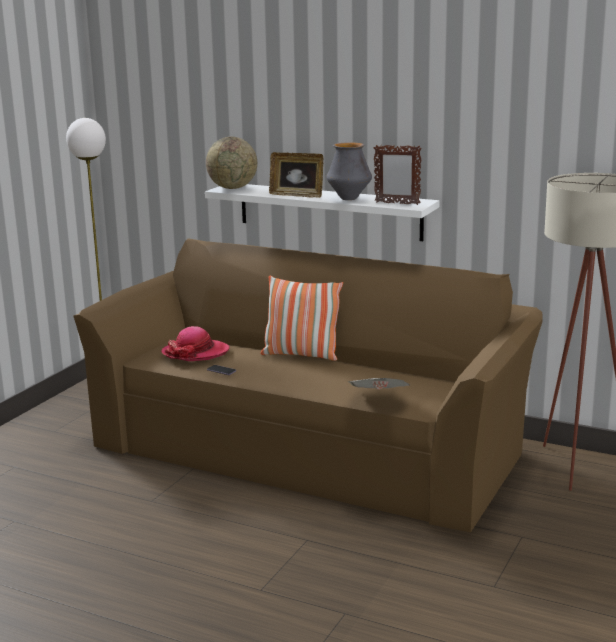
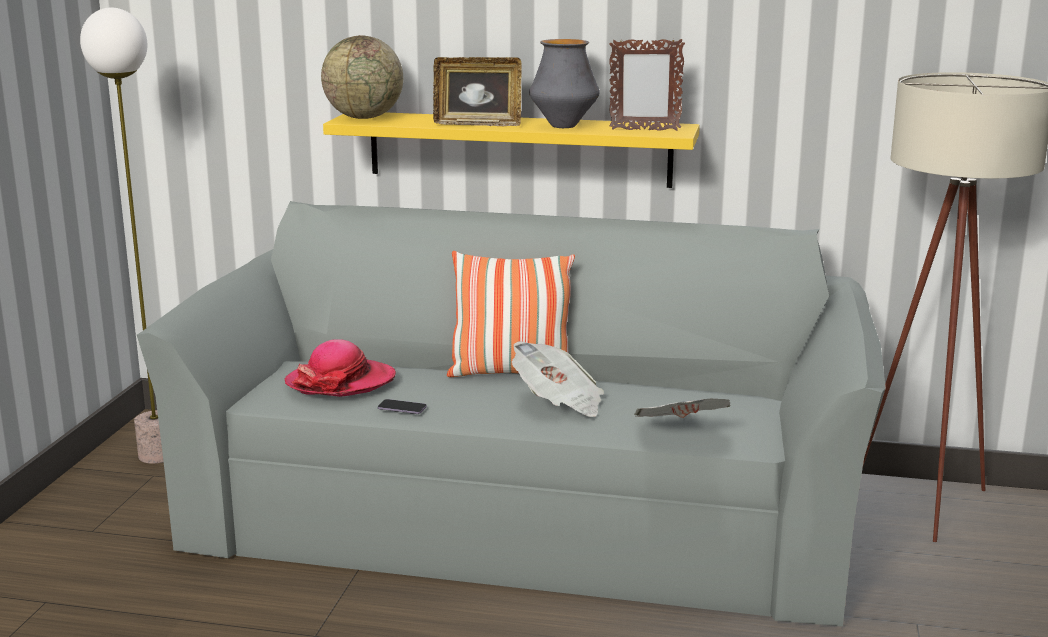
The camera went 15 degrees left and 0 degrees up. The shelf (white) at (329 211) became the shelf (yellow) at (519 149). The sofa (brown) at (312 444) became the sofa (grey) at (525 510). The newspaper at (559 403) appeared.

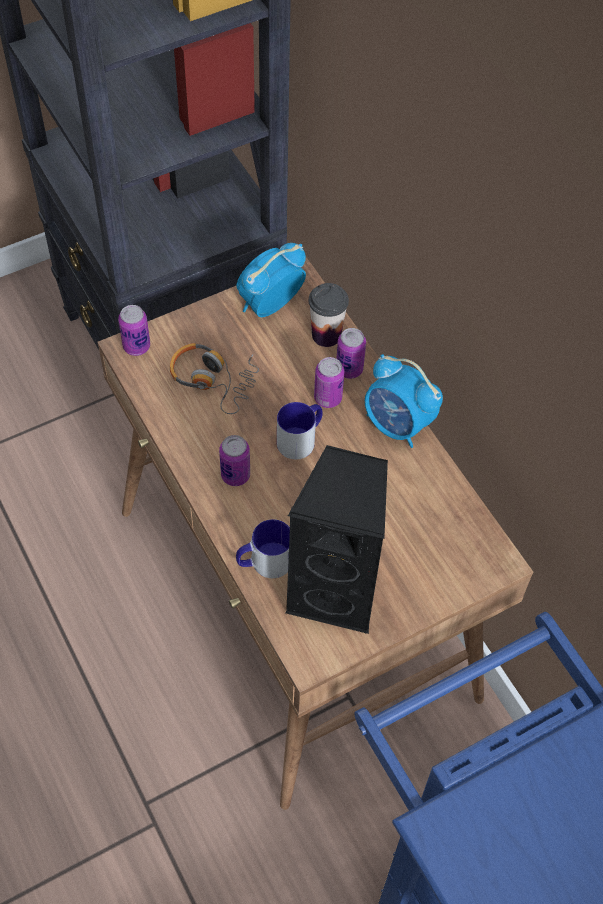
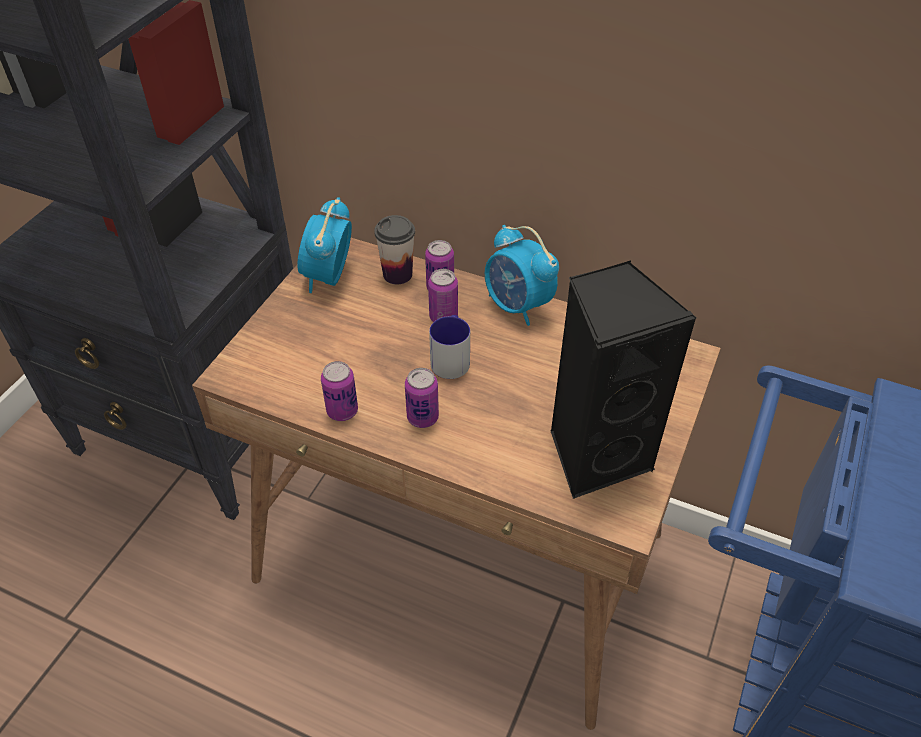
The camera went 35 degrees left and 10 degrees down. The can moved from (136 346) to (342 411). The headphones at (213 380) disappeared. The alarm clock at (397 425) turned 45 degrees clockwise. The mug at (264 562) disappeared.

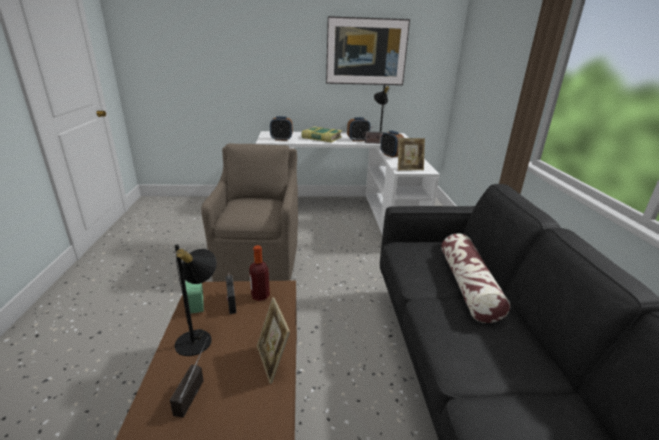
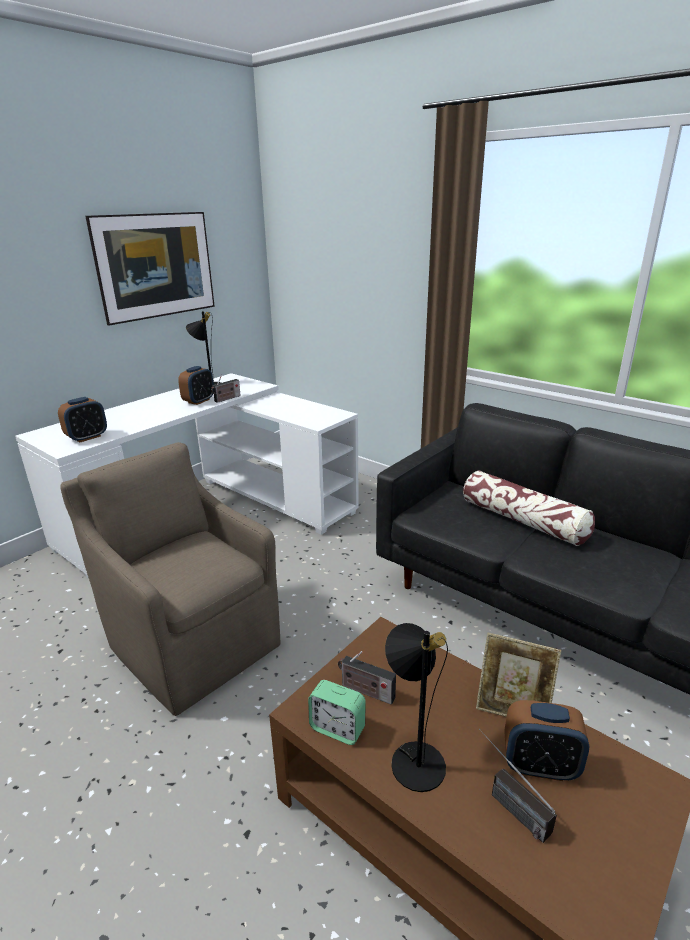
The camera went 45 degrees left and 0 degrees up. The book at (321 138) disappeared. The alarm clock moved from (390 155) to (539 765). The picture frame at (409 169) disappeared. The bottle at (260 296) disappeared.

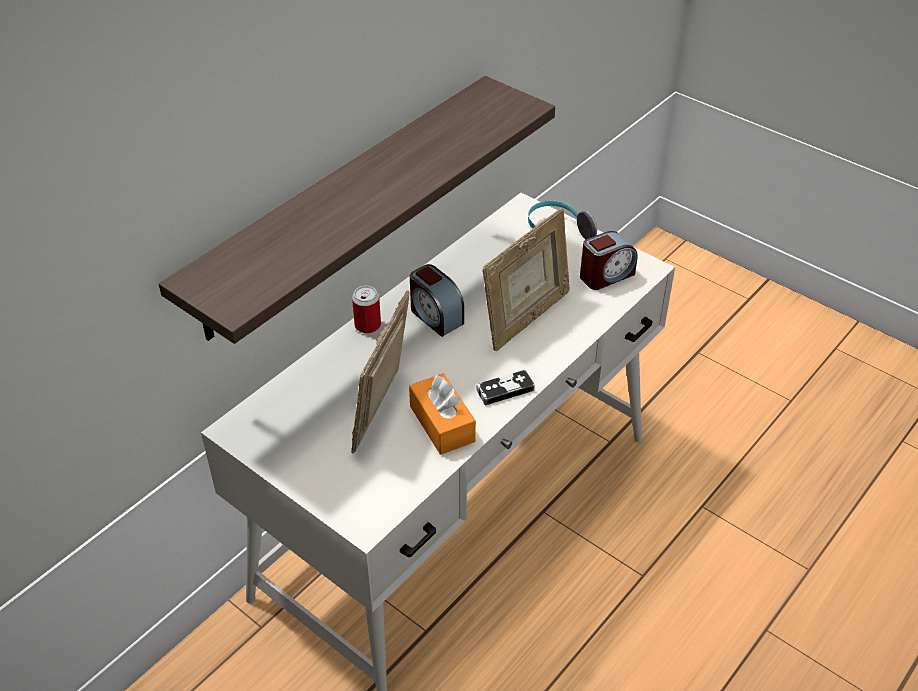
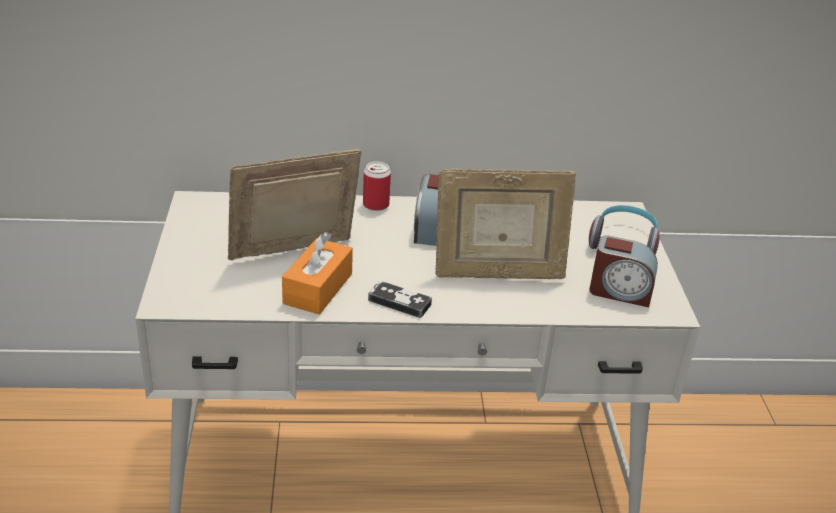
The camera went 45 degrees right and 10 degrees down. The shelf at (343 205) disappeared.

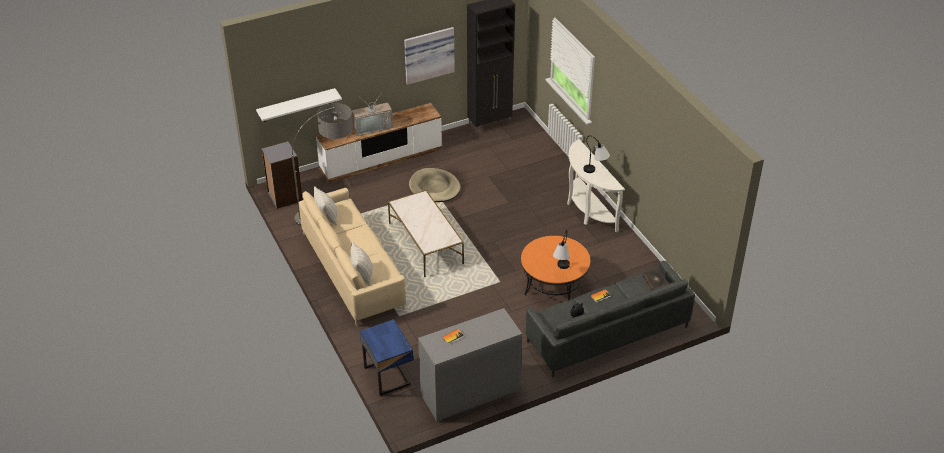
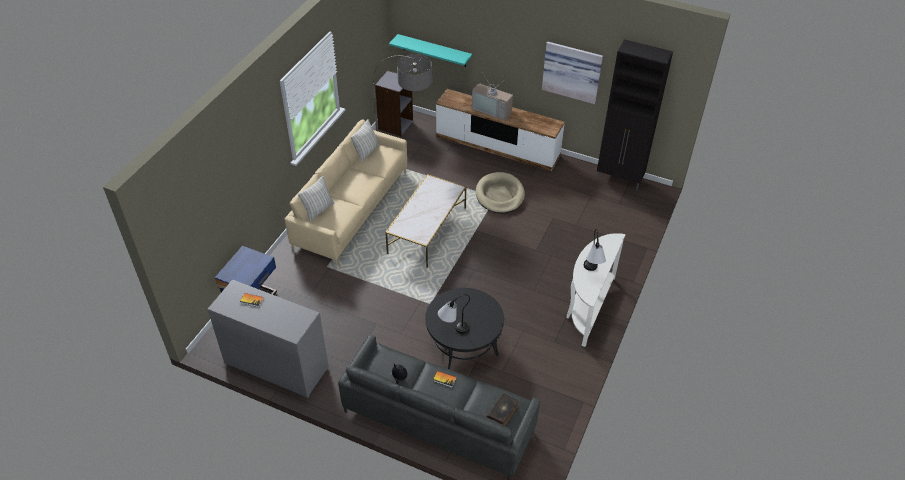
The camera went 50 degrees right and 5 degrees up. The shelf (white) at (296 105) became the shelf (turquoise) at (434 51). The coffee table (orange) at (554 285) became the coffee table (black) at (463 342).

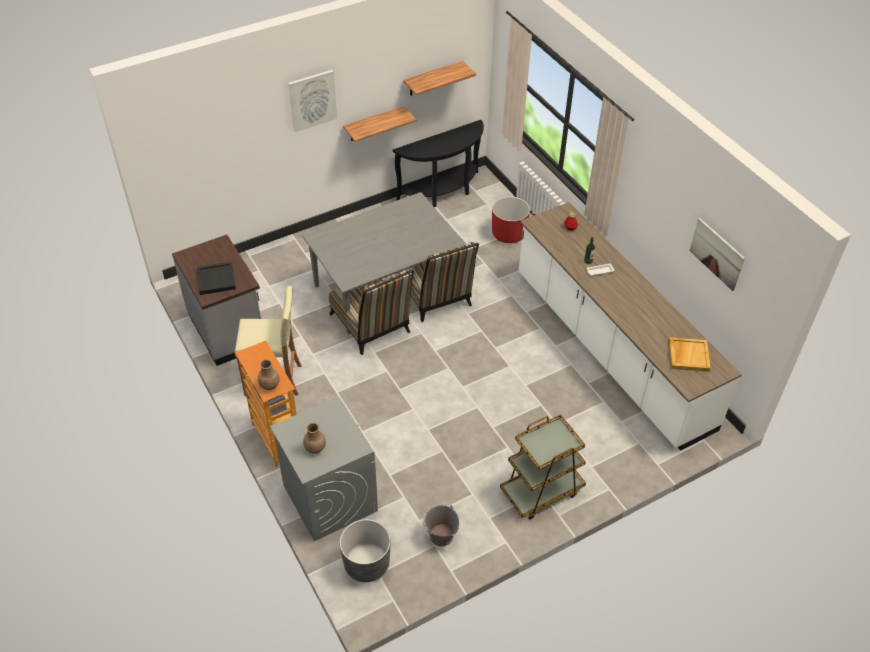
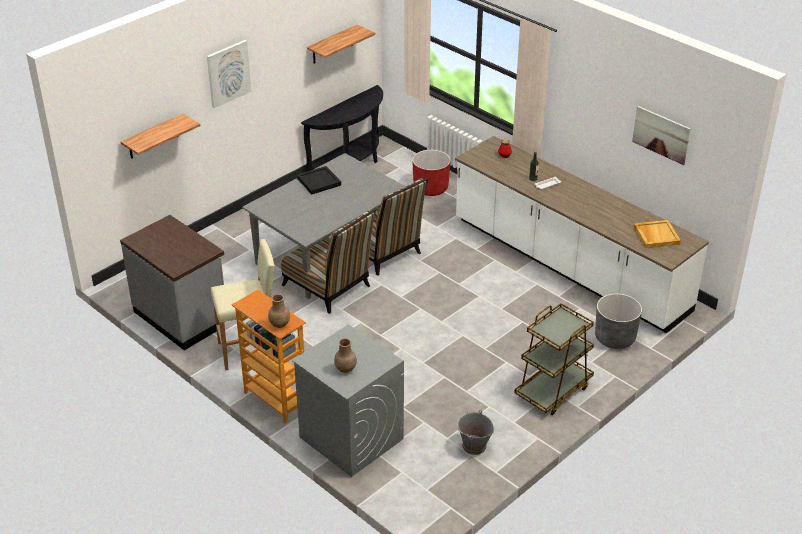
The camera went 15 degrees left and 10 degrees down. The shelf moved from (374 124) to (153 137). The tray (black) moved from (216 279) to (318 181). The planter (grey) moved from (366 564) to (615 338).

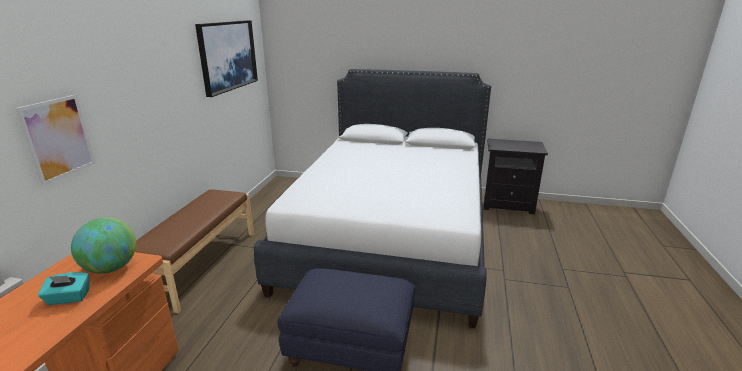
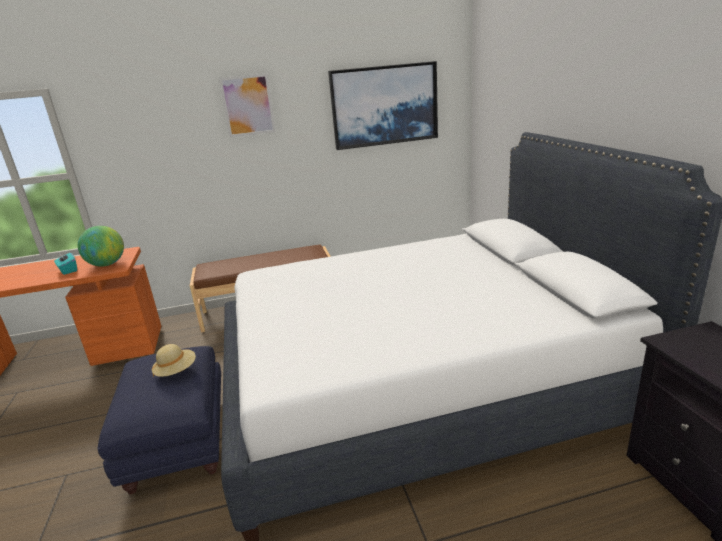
The camera went 65 degrees right and 0 degrees up. The picture moved from (58 138) to (248 105). The hat (beige) at (176 371) appeared.

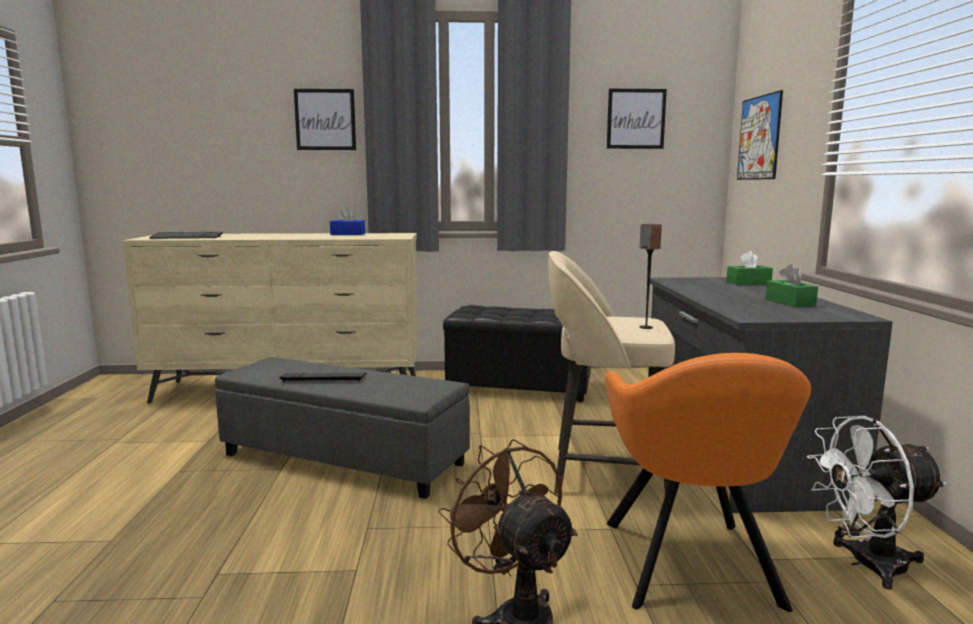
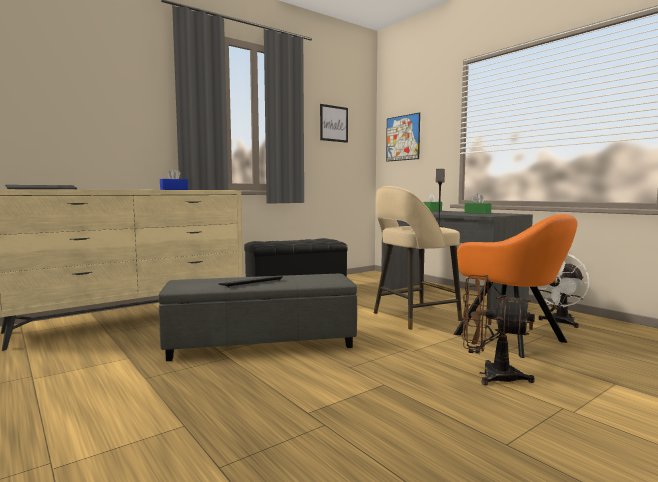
The camera went 35 degrees left and 5 degrees down. The picture at (325 119) disappeared.

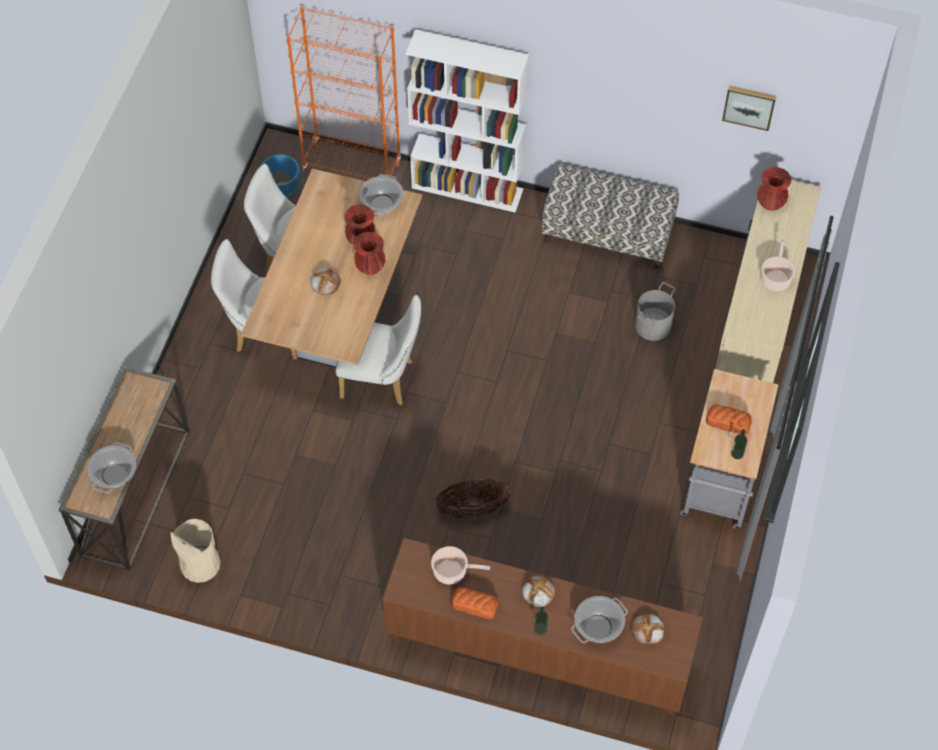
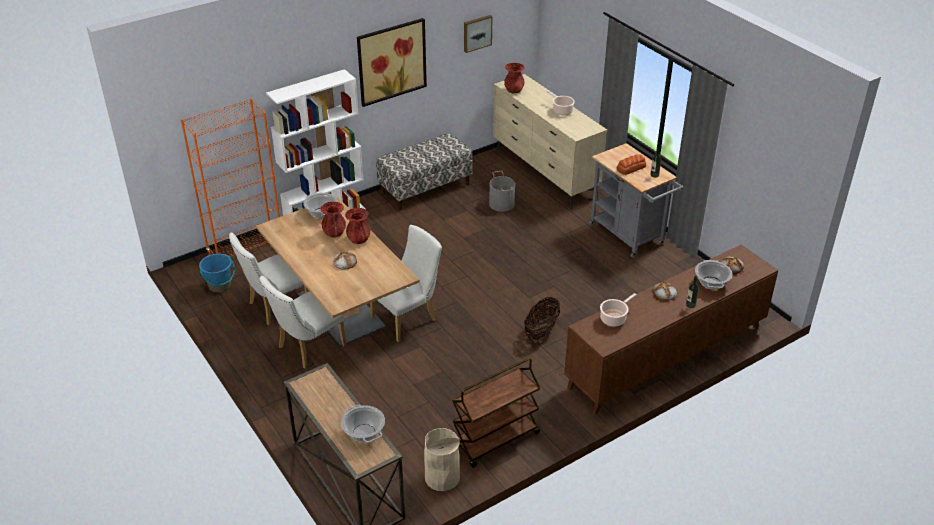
The camera went 50 degrees left and 20 degrees down. The bread at (474 604) disappeared. The picture at (391 61) appeared. The cart (brown) at (495 440) appeared.

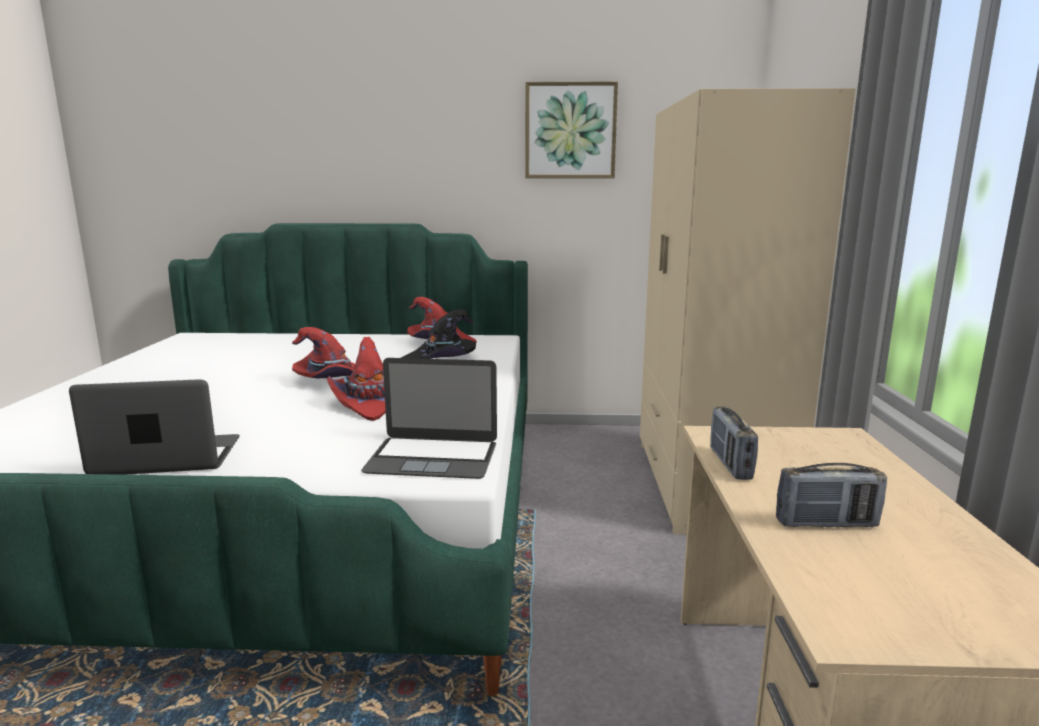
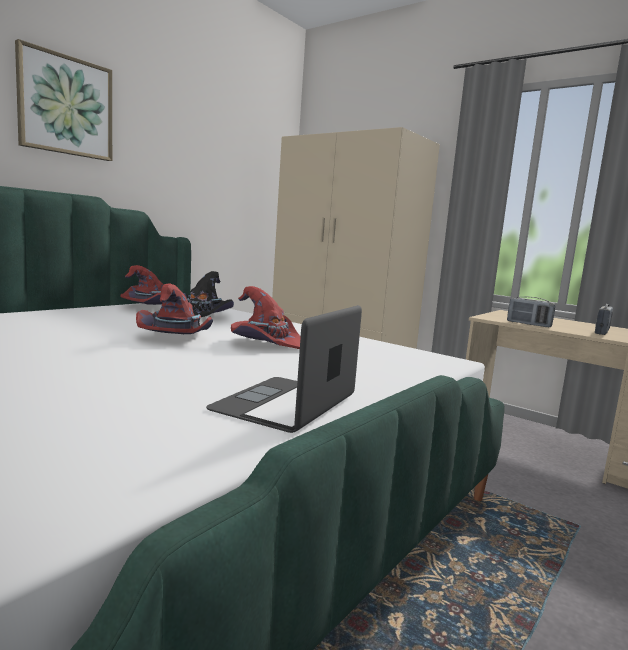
The camera went 55 degrees left and 5 degrees down. The picture moved from (570 131) to (66 106). The laptop at (432 457) disappeared.

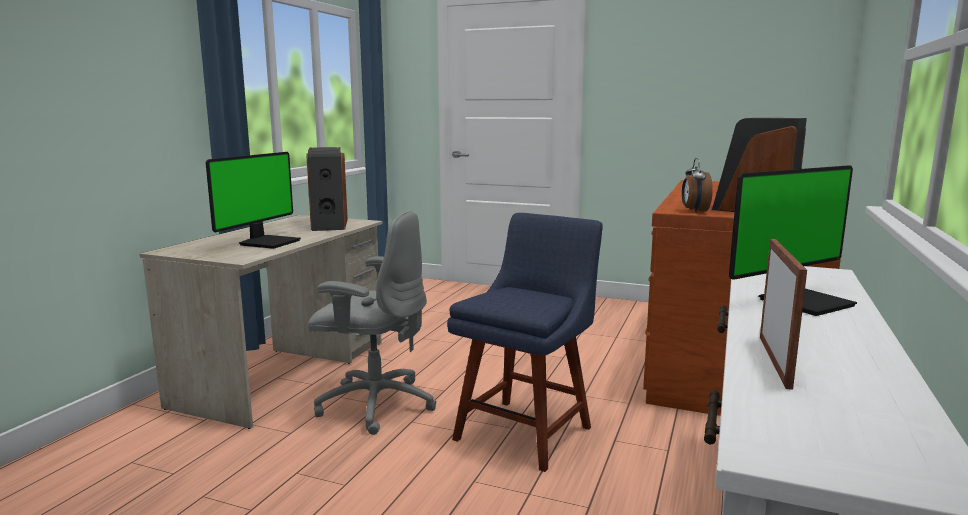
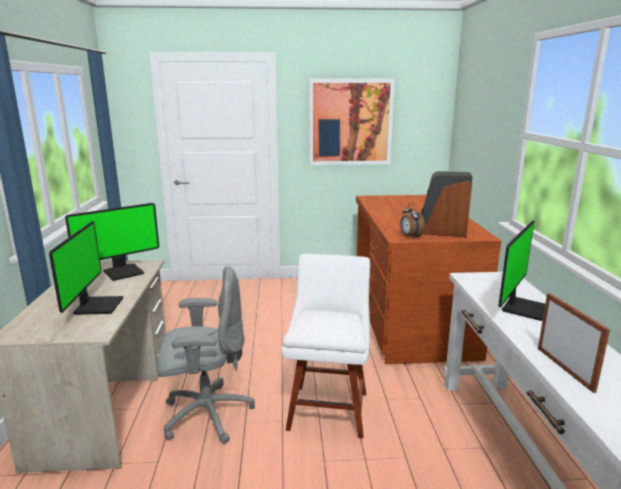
The camera went 25 degrees left and 5 degrees up. The speaker at (328 224) was replaced by the monitor at (123 272). The chair (blue) at (526 430) became the chair (white) at (328 407). The picture at (350 122) appeared.

